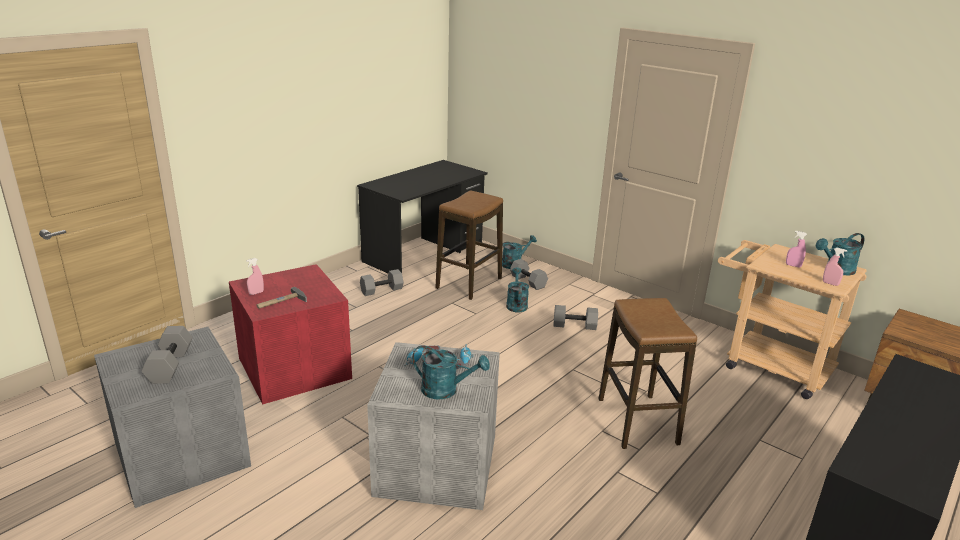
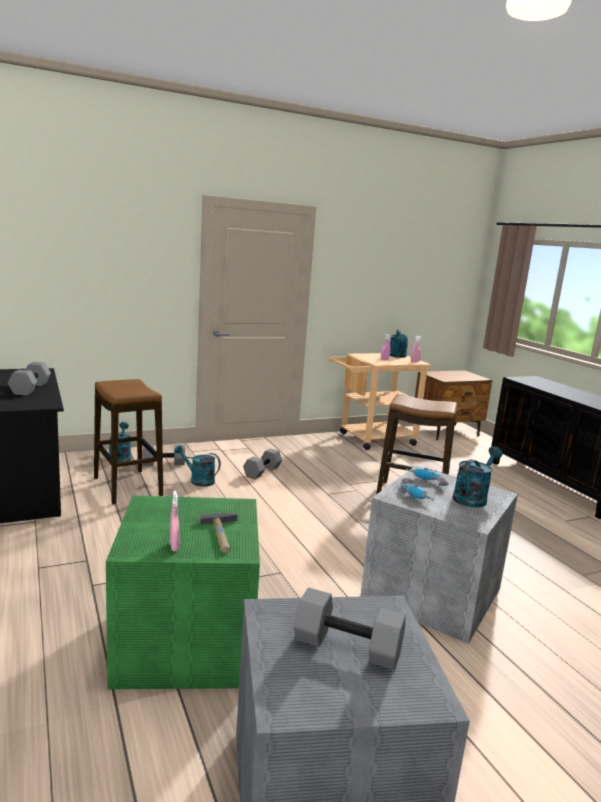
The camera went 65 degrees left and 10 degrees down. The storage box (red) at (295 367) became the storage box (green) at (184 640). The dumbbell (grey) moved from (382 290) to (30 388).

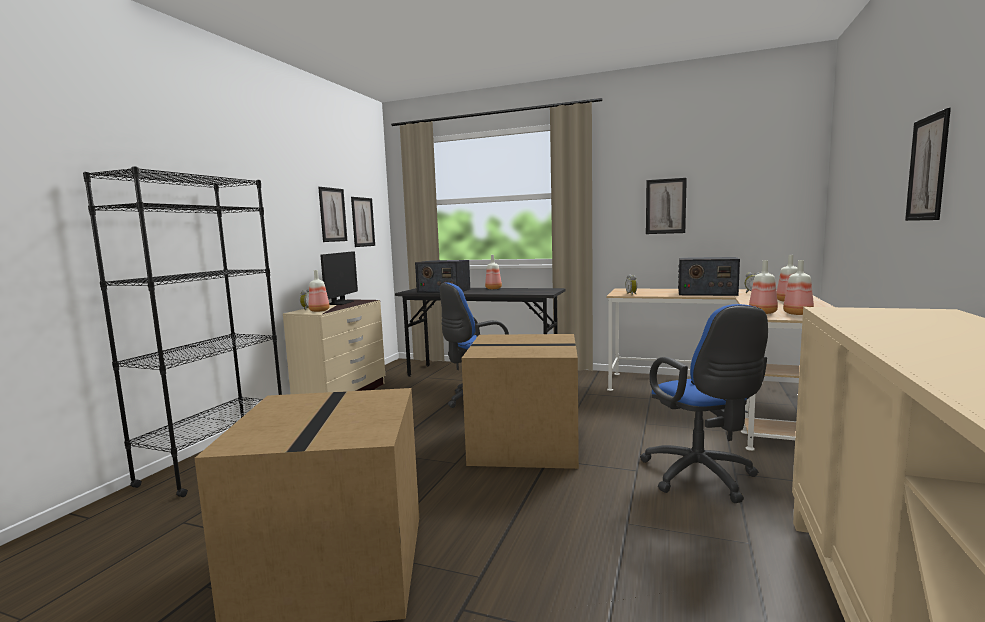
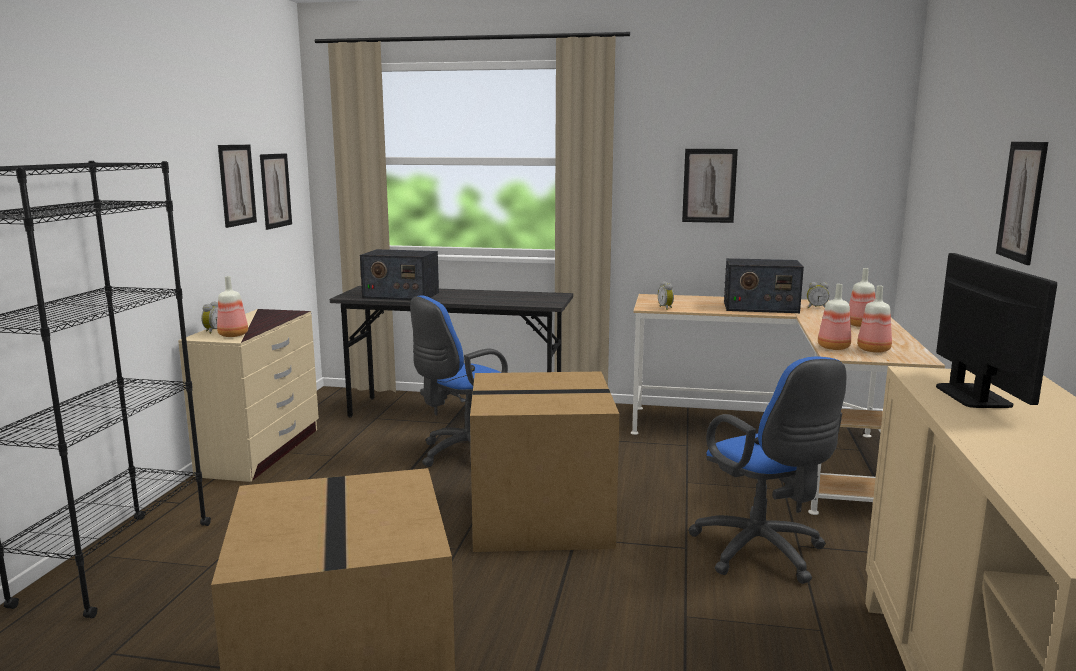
The camera went 10 degrees left and 5 degrees up. The monitor moved from (340 303) to (972 396). The bottle at (494 288) disappeared.

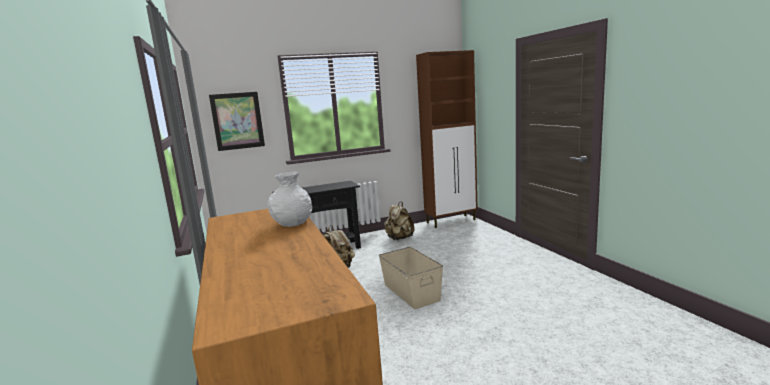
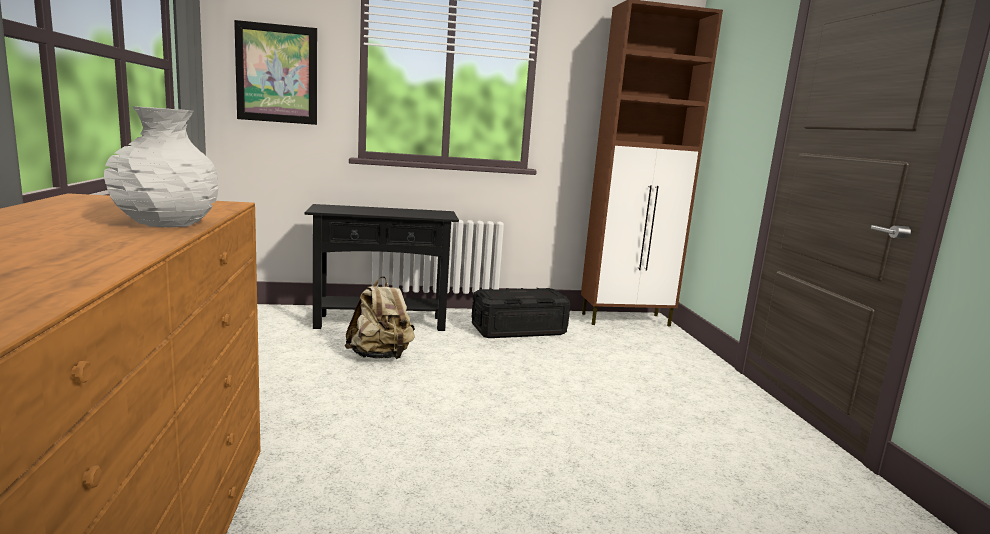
The camera went 10 degrees right and 0 degrees up. The backpack (beige) at (399 238) was replaced by the storage box (black) at (519 330). The storage box (beige) at (411 292) disappeared.

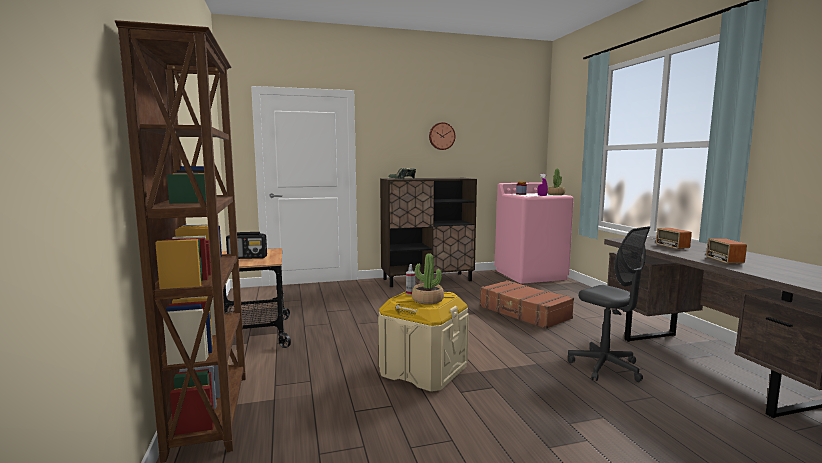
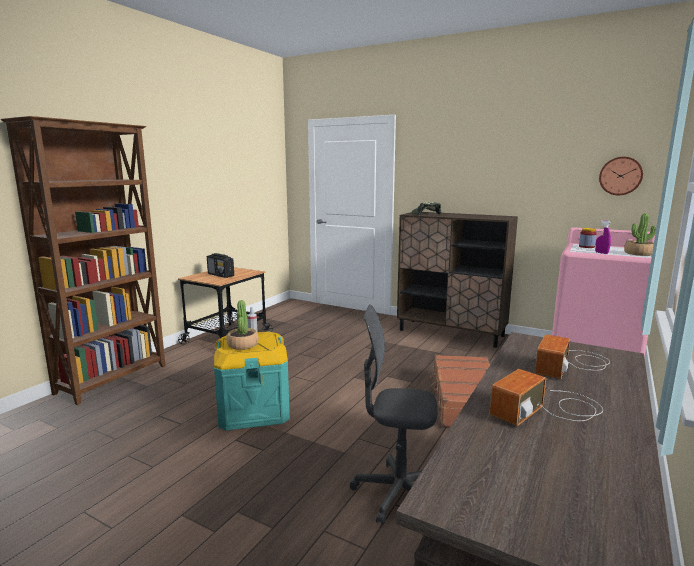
The camera went 45 degrees right and 5 degrees up. The wall clock moved from (441 136) to (620 176). The office chair (grey) at (605 367) turned 90 degrees clockwise. The storage box (beige) at (423 370) became the storage box (turquoise) at (253 410).

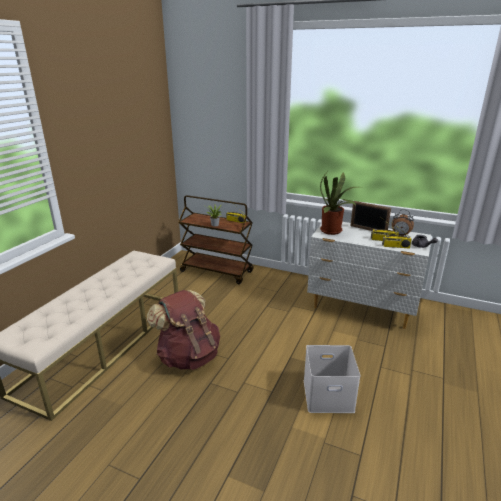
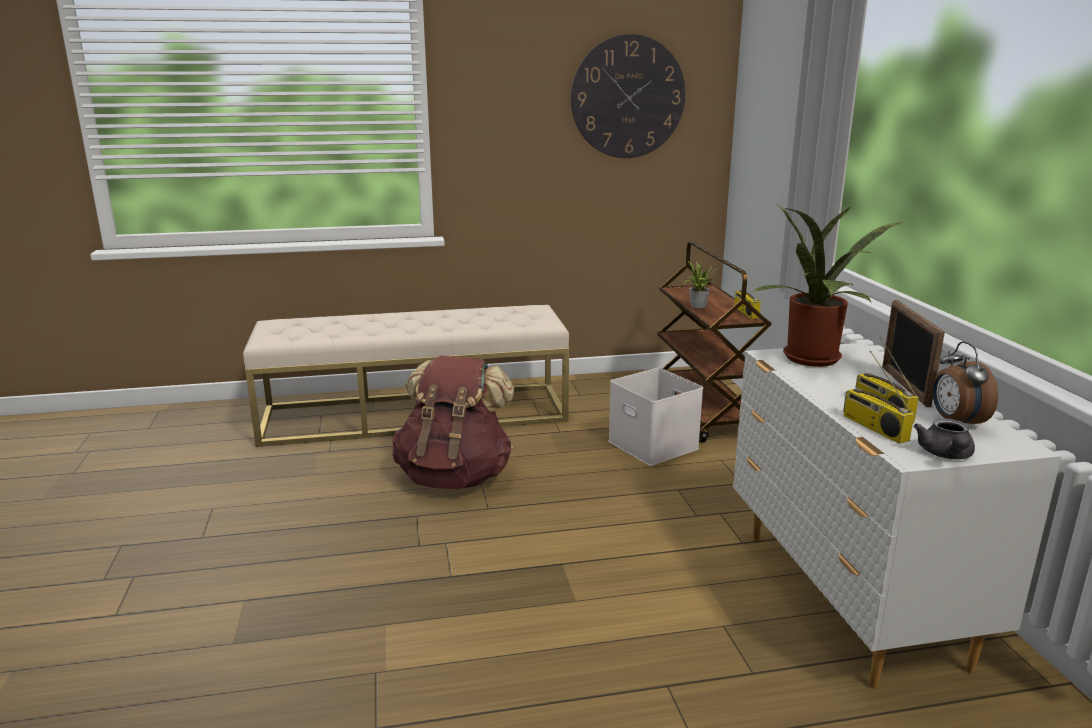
The camera went 55 degrees right and 5 degrees down. The storage box (white) moved from (329 394) to (655 445). The wall clock at (628 97) appeared.

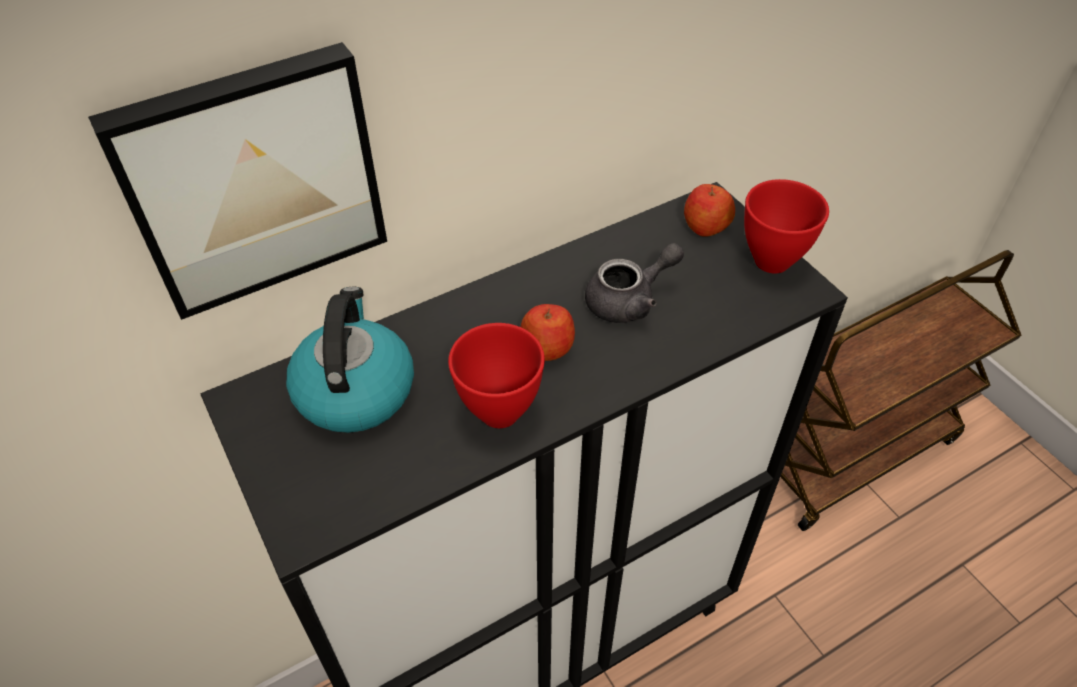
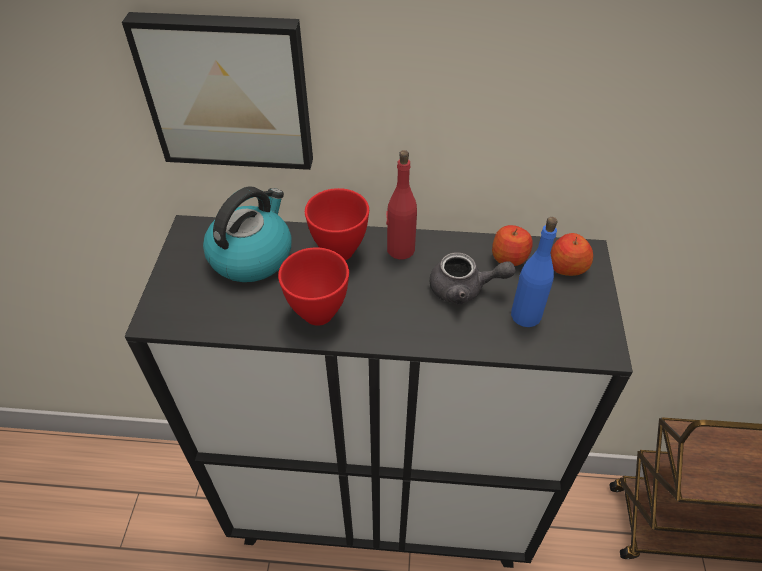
The camera went 35 degrees right and 0 degrees up. The bowl (red) moved from (769 261) to (338 251). The apple moved from (547 347) to (509 257). The bottle (red) at (400 249) appeared. The bottle (blue) at (525 315) appeared.

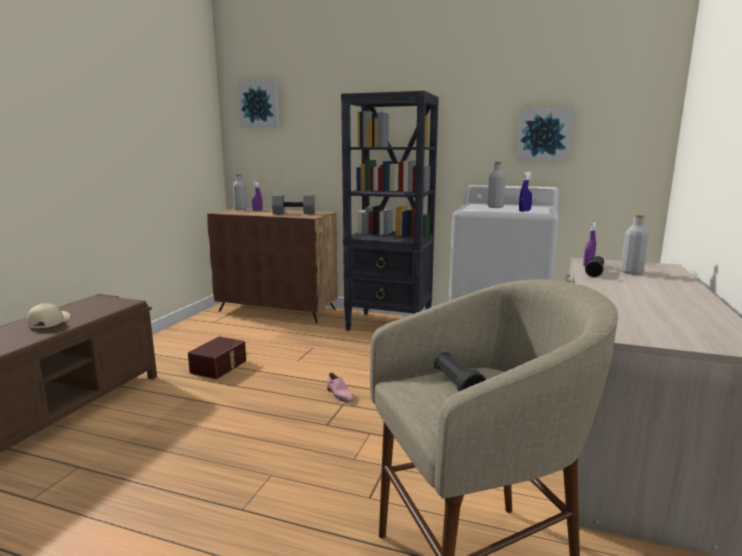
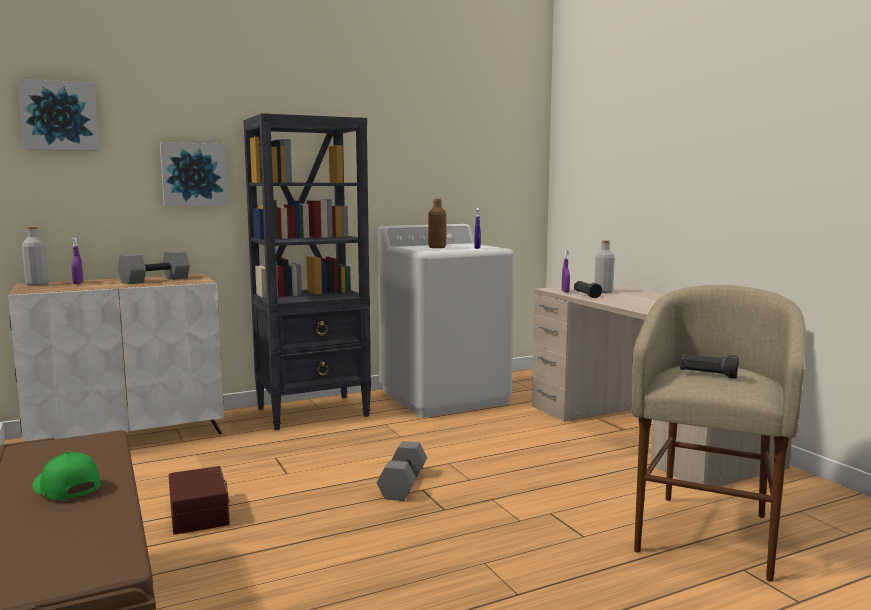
The camera went 45 degrees left and 5 degrees down. The picture moved from (544 135) to (194 174). The bottle (grey) at (495 207) became the bottle (brown) at (437 247). The cabinet (brown) at (278 310) became the cabinet (white) at (129 435). The cap (beige) at (49 322) became the cap (green) at (65 488). The shoe (pink) at (339 395) was replaced by the dumbbell (grey) at (402 484).

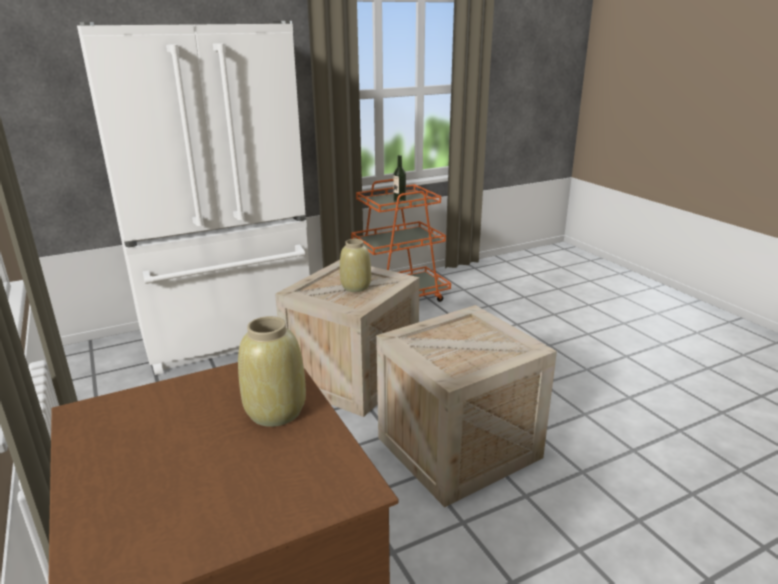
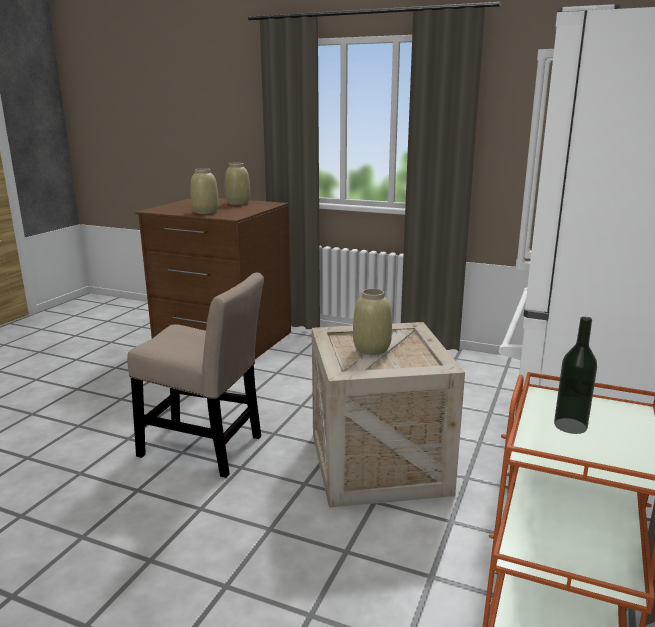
The camera went 140 degrees right and 5 degrees down. The crate at (459 446) was replaced by the chair (beige) at (206 448). The vase (beige) at (238 203) appeared.

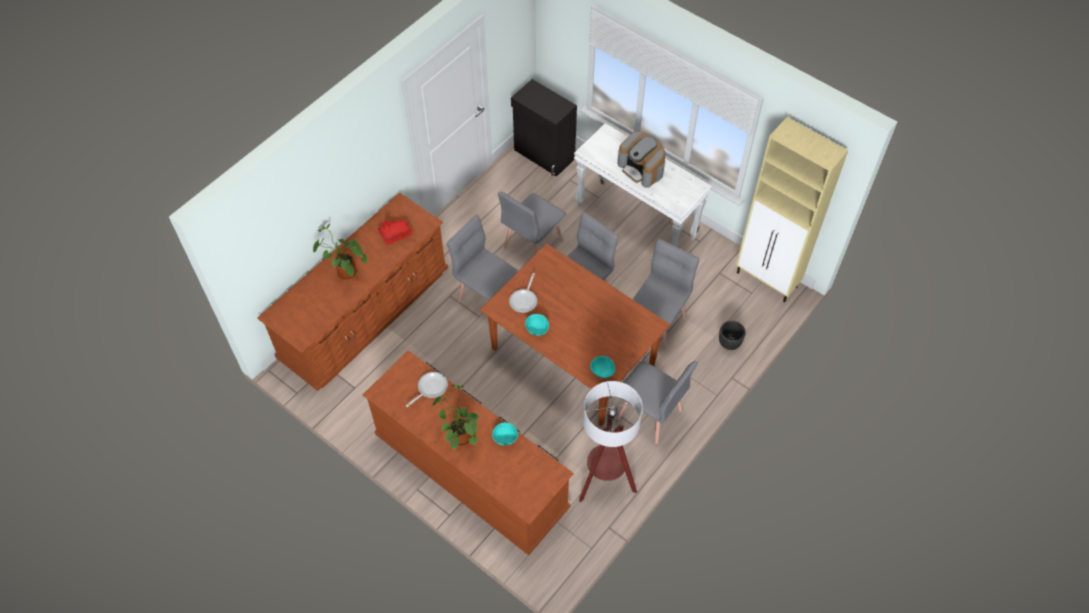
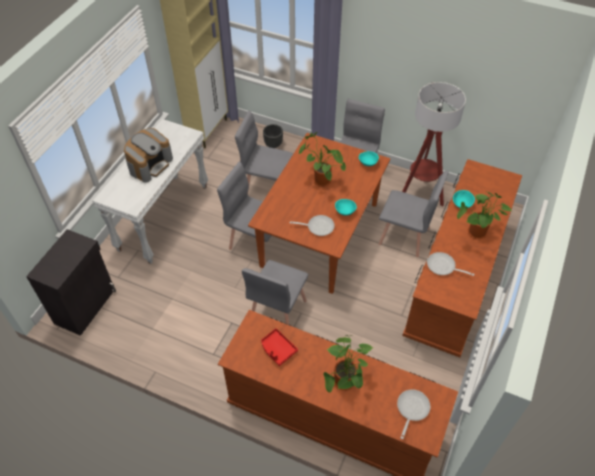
The camera went 105 degrees left and 5 degrees down. The chair (grey) moved from (532 244) to (404 236). The potted plant at (320 181) appeared. The frying pan at (411 409) appeared.

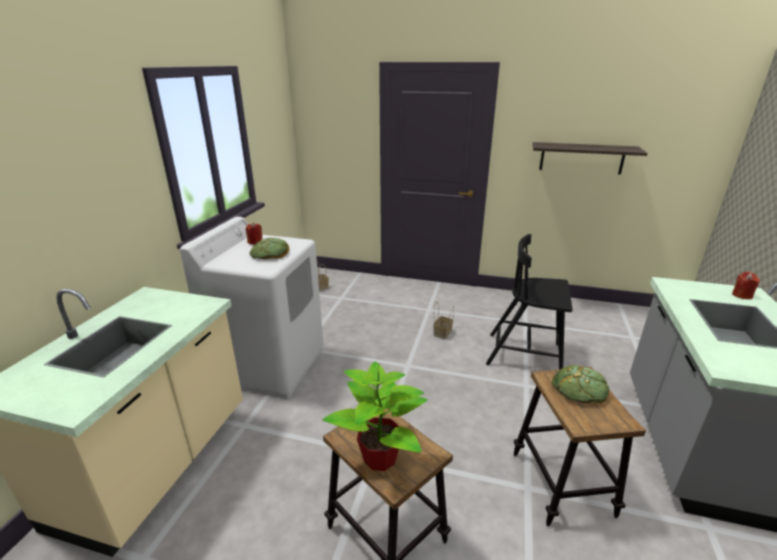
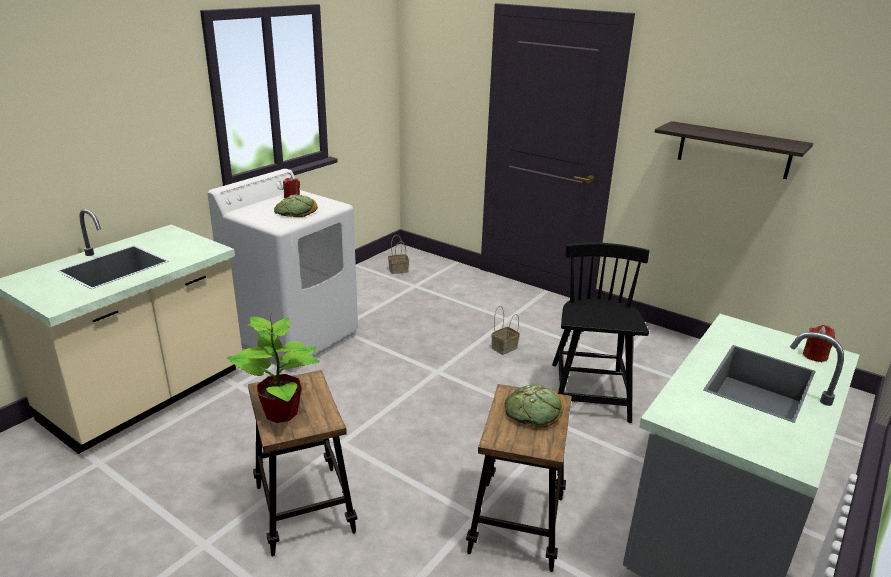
The camera went 20 degrees right and 0 degrees up. The chair (black) at (525 354) turned 60 degrees clockwise.

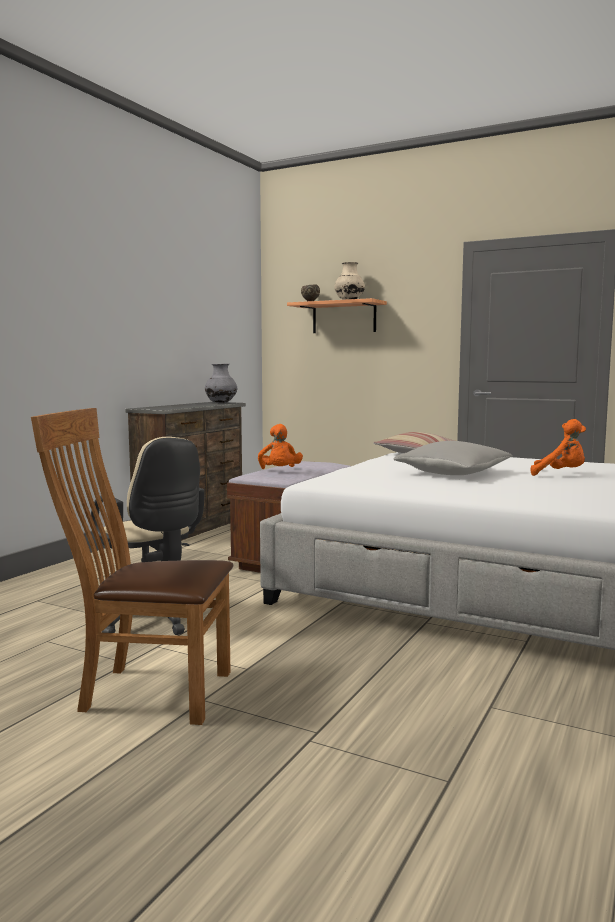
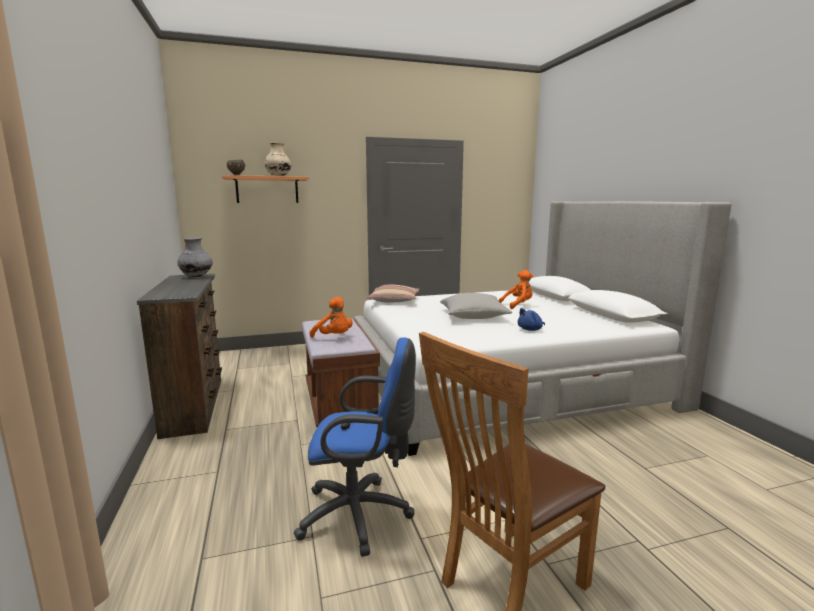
The camera went 45 degrees left and 5 degrees up. The office chair (beige) at (151 620) became the office chair (blue) at (361 515). The plush toy (blue) at (531 330) appeared.

